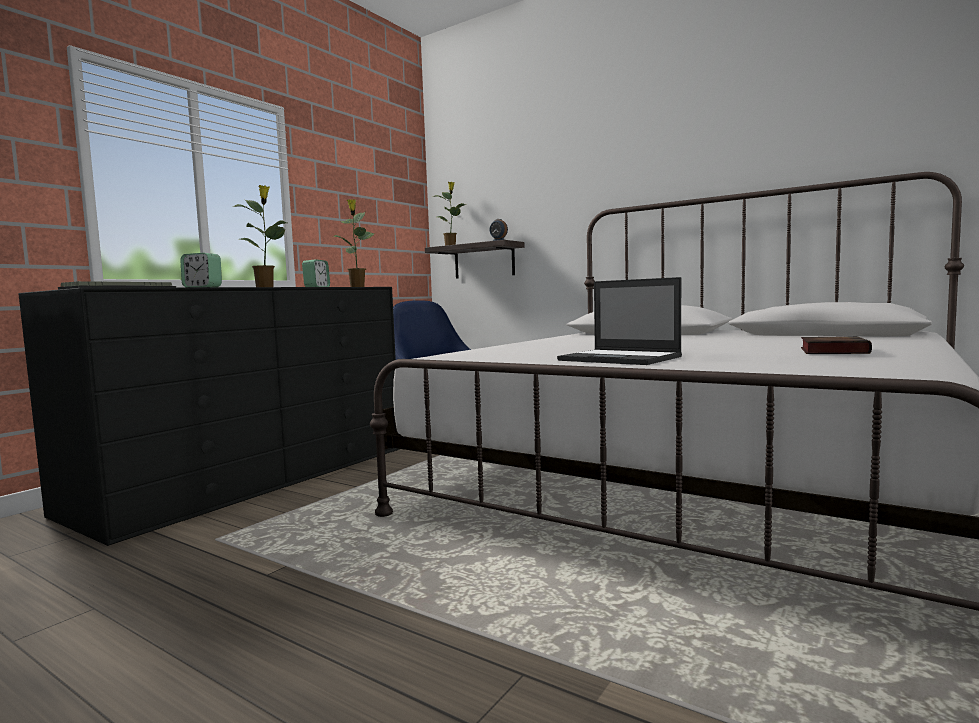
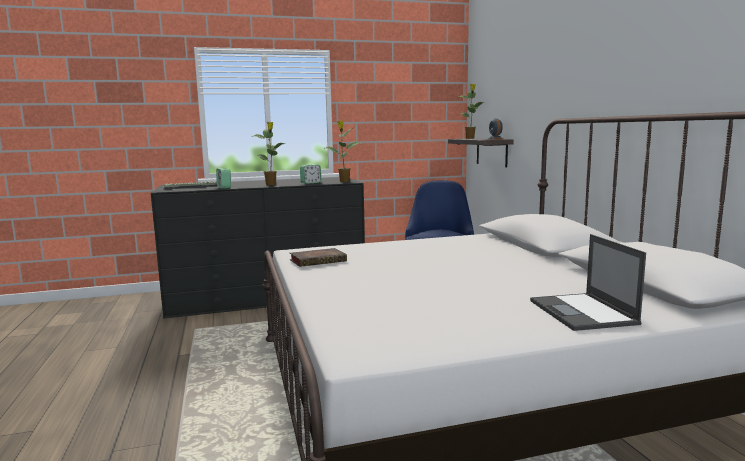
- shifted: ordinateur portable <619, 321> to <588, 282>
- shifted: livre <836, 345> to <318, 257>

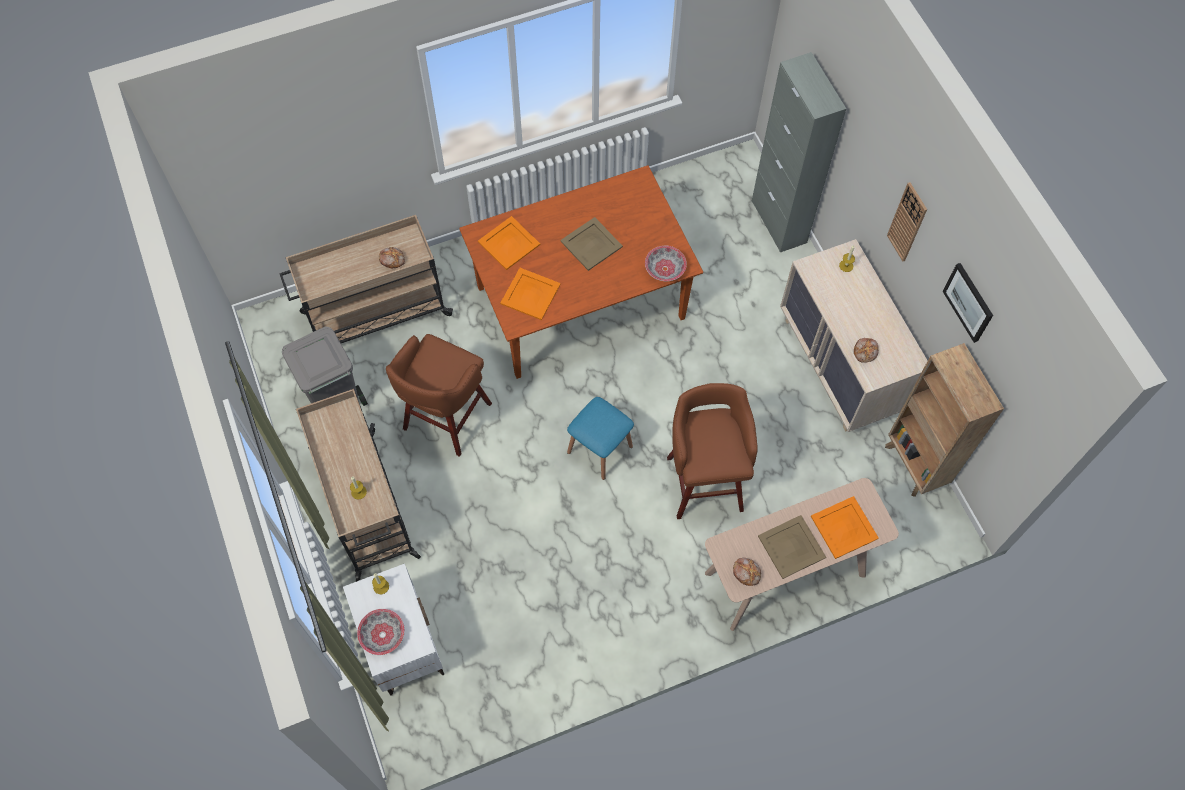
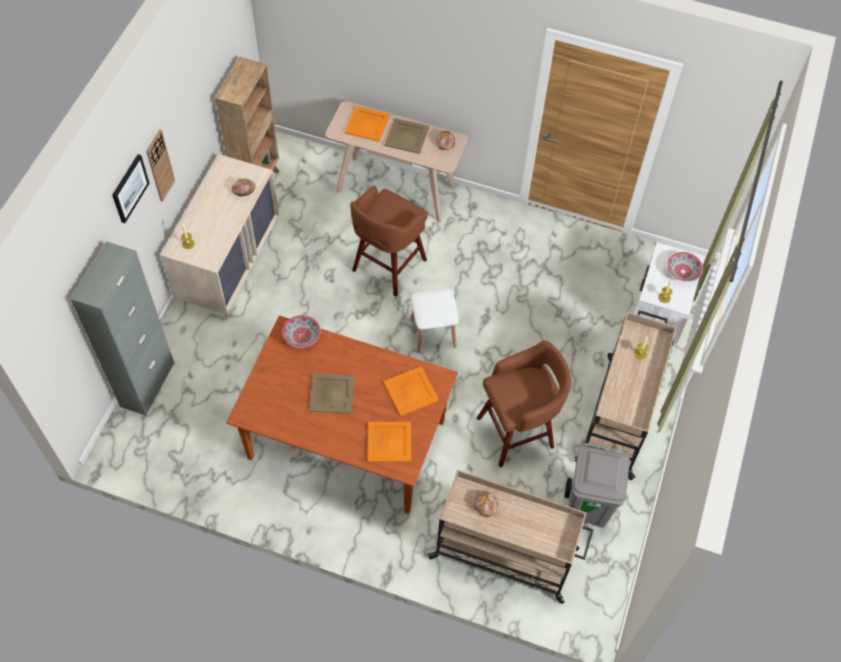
- shifted: tableau <968, 303> to <131, 188>
- repainted: tabouret/bleu <600, 438> to tabouret/blanc <434, 320>

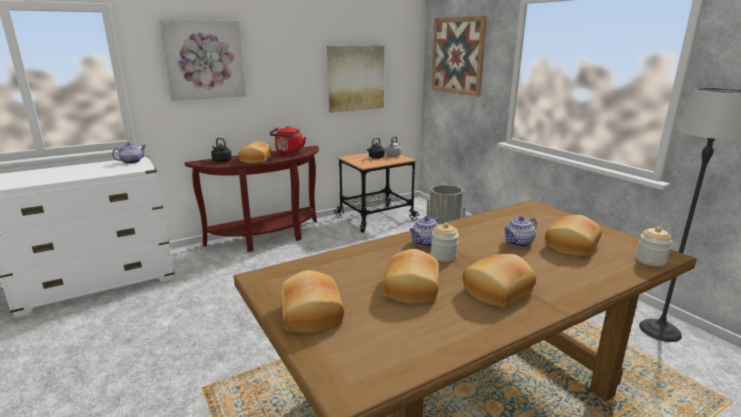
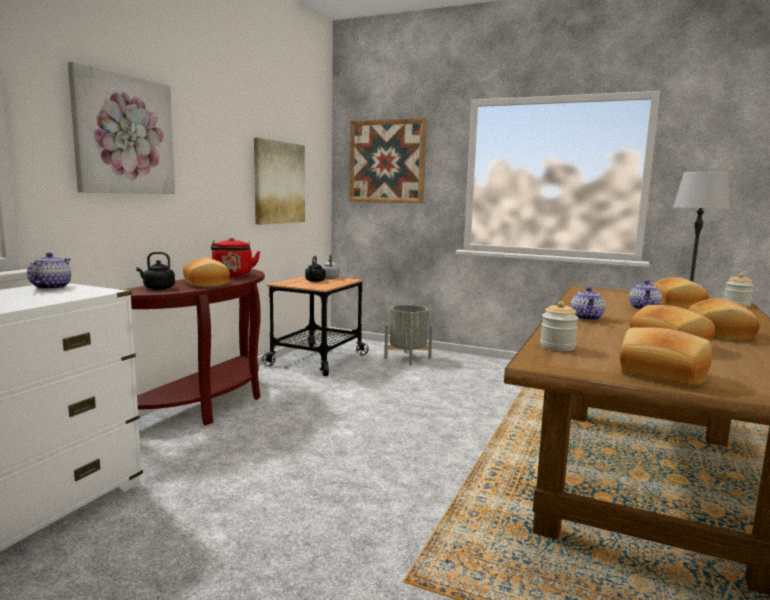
- shifted: bocal <445, 242> to <559, 326>

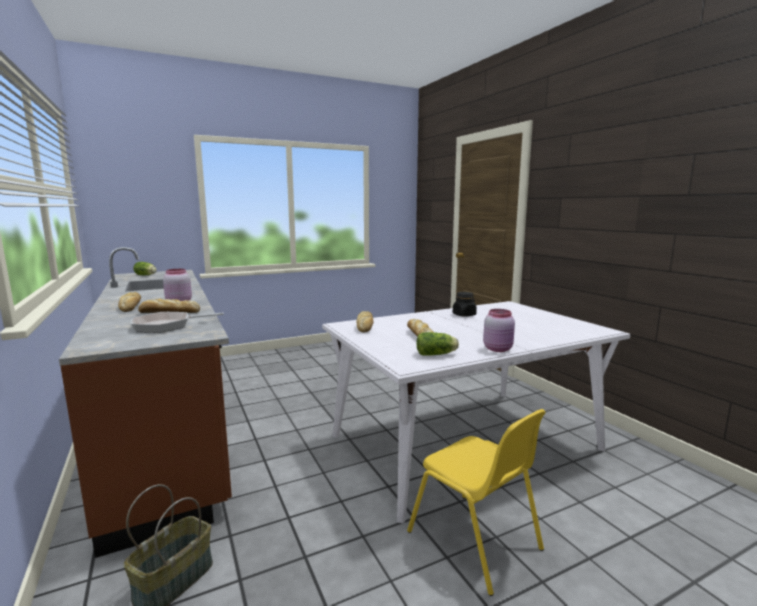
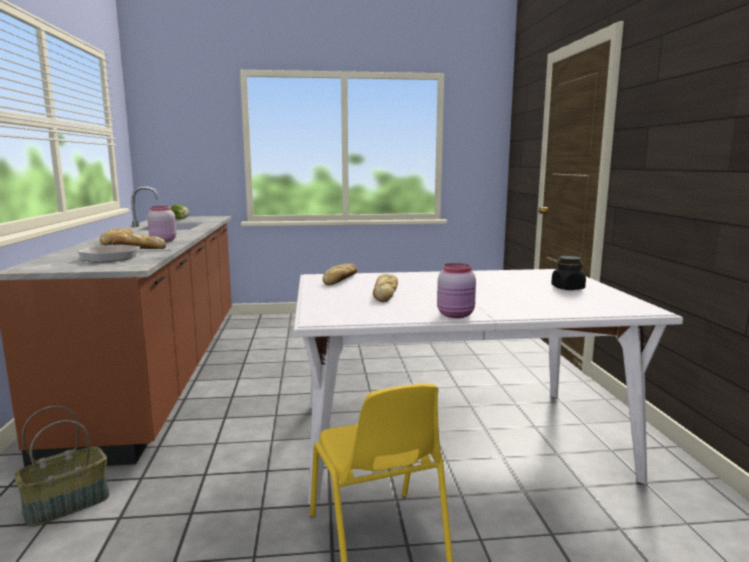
- gone: laitue <438, 344>
- shifted: bocal/noir <465, 304> to <568, 273>

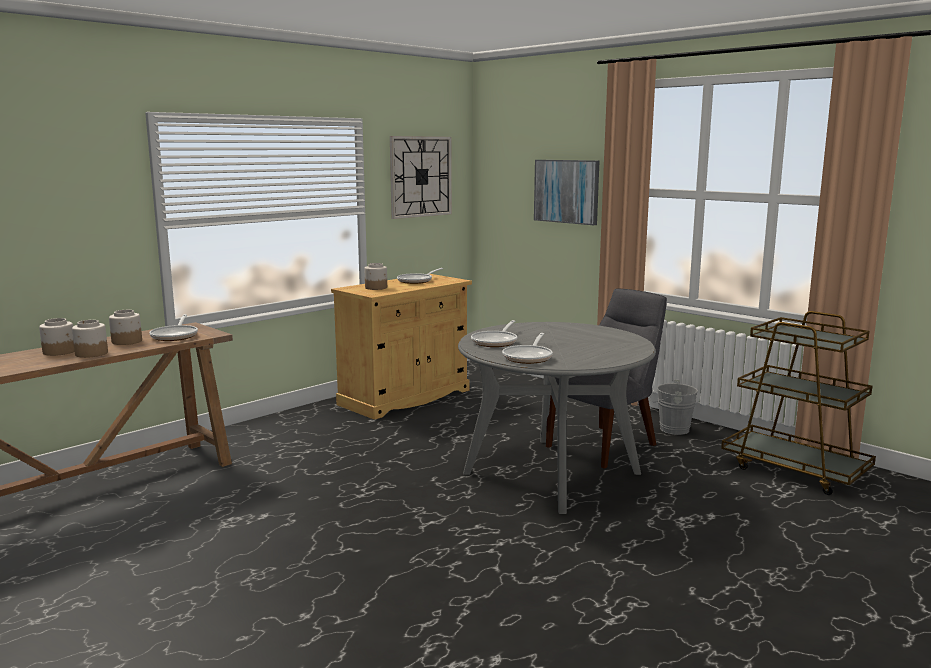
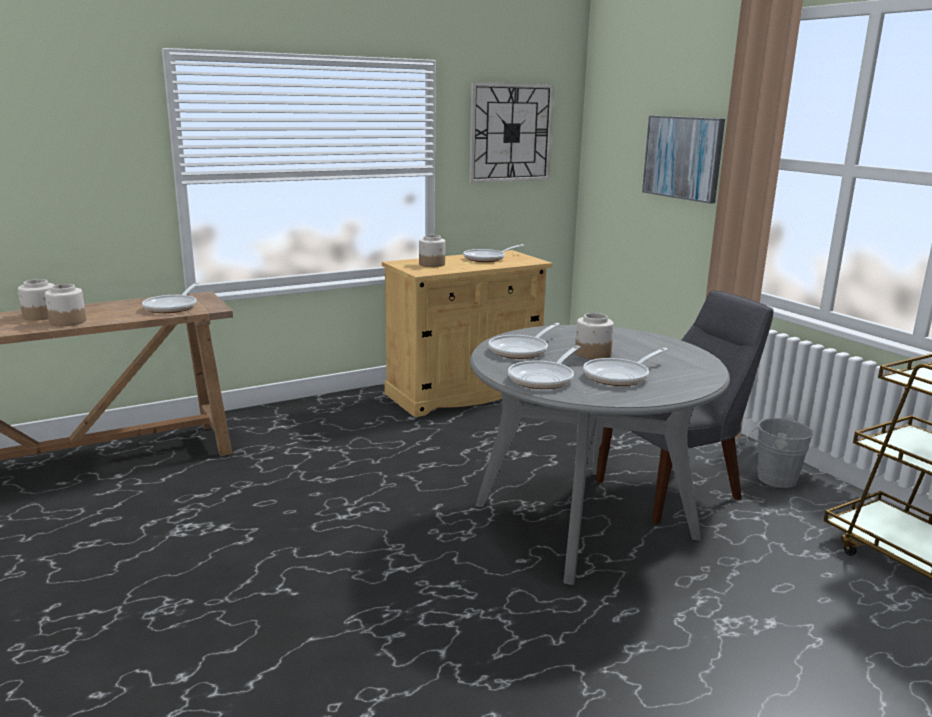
- new: poêle <625, 367>
- shifted: bocal <125, 327> to <594, 336>

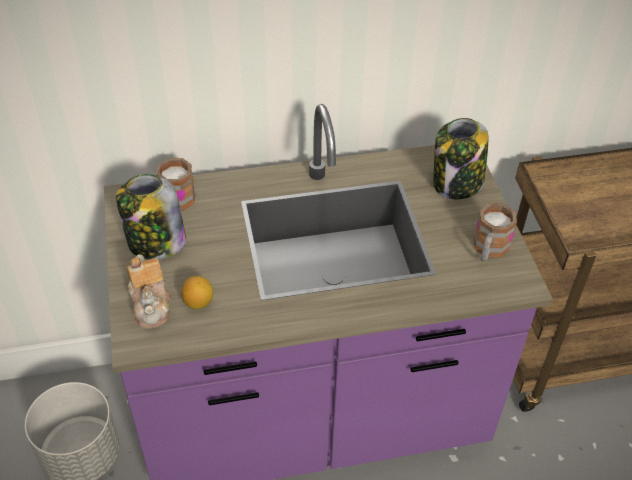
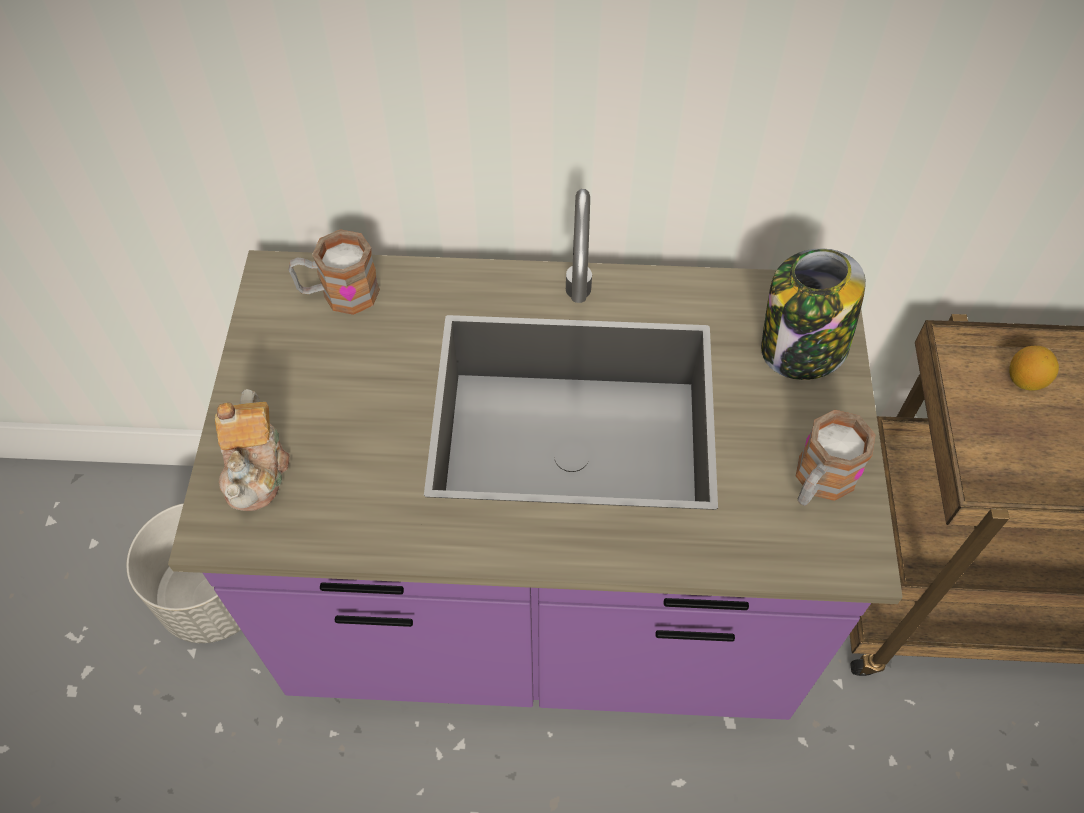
- gone: bocal <151, 216>
- shifted: citron <197, 292> to <1034, 368>

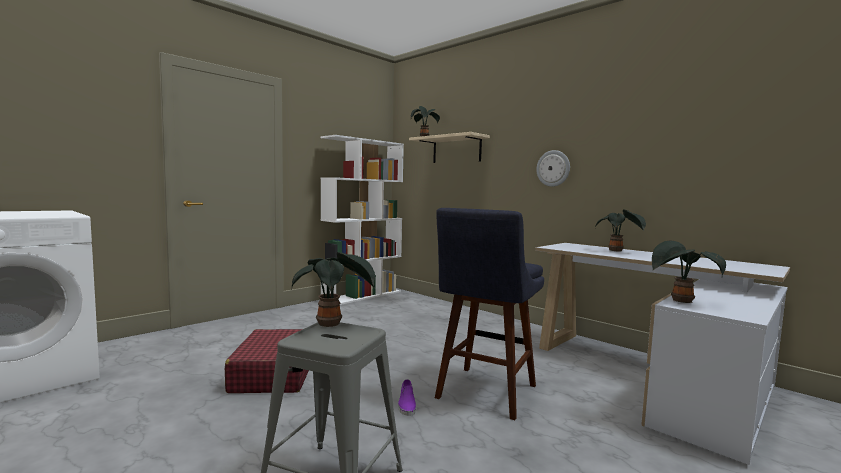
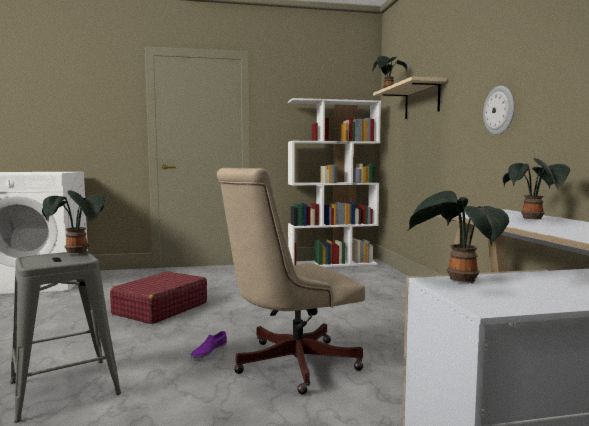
- swapped: tabouret/bleu <489, 314> to chaise de bureau/beige <291, 281>

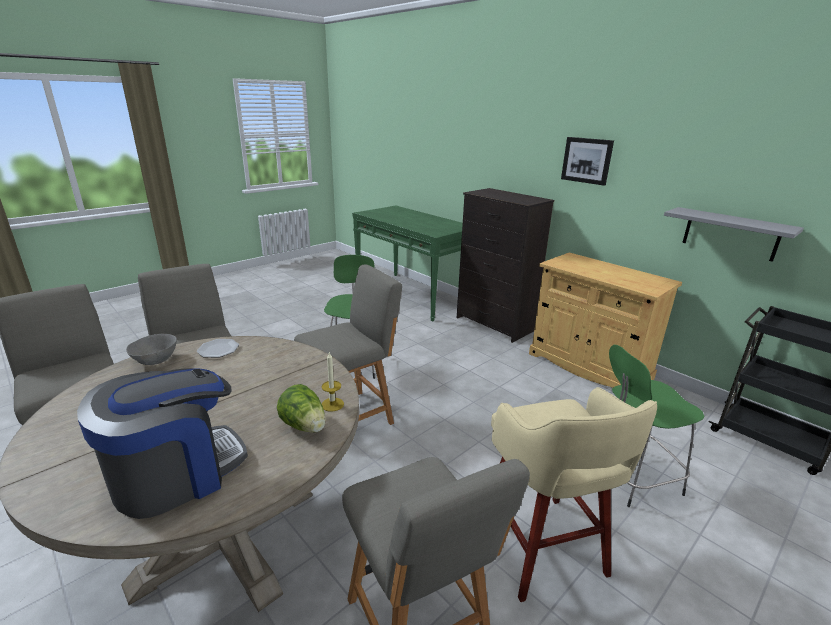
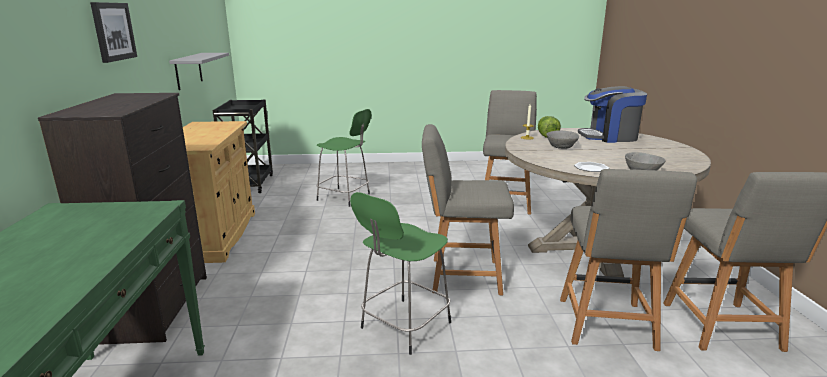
- gone: tabouret/beige <574, 494>
- new: bol/gris <563, 139>

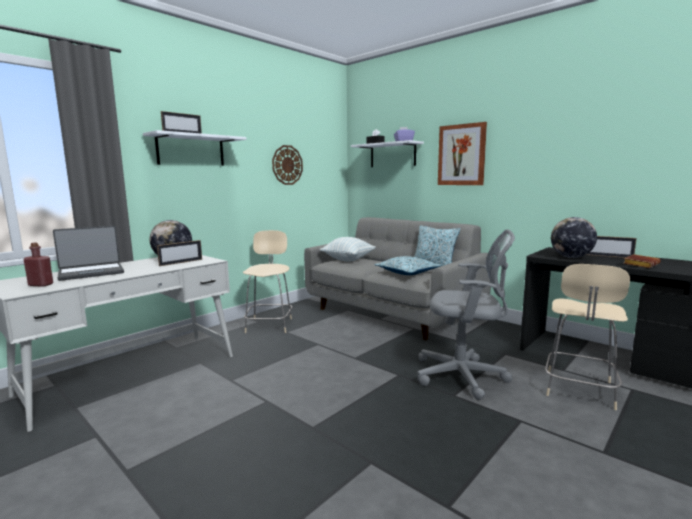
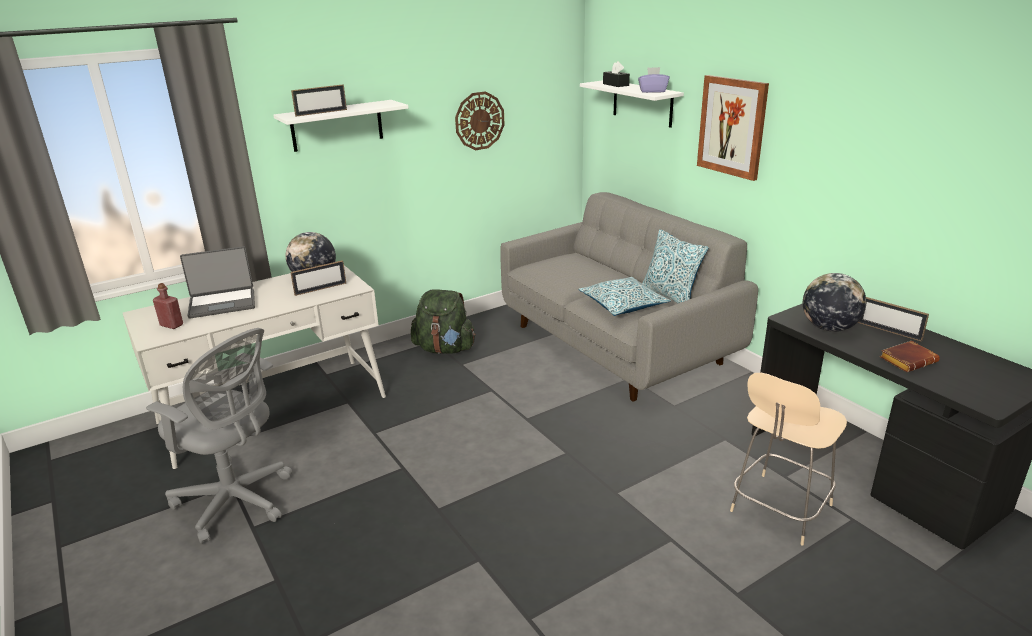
- gone: coussin <348, 249>
- shifted: chaise de bureau/gris <466, 314> to <219, 436>
- swapped: tabouret/beige <267, 281> to sac à dos/vert <443, 321>

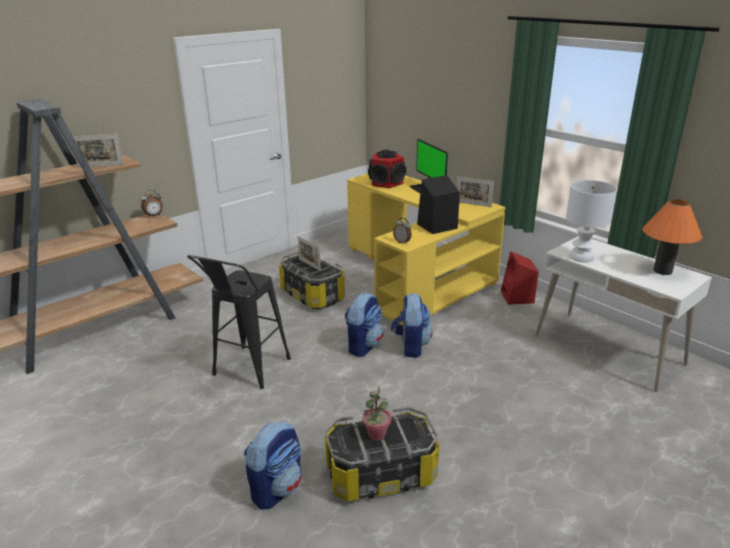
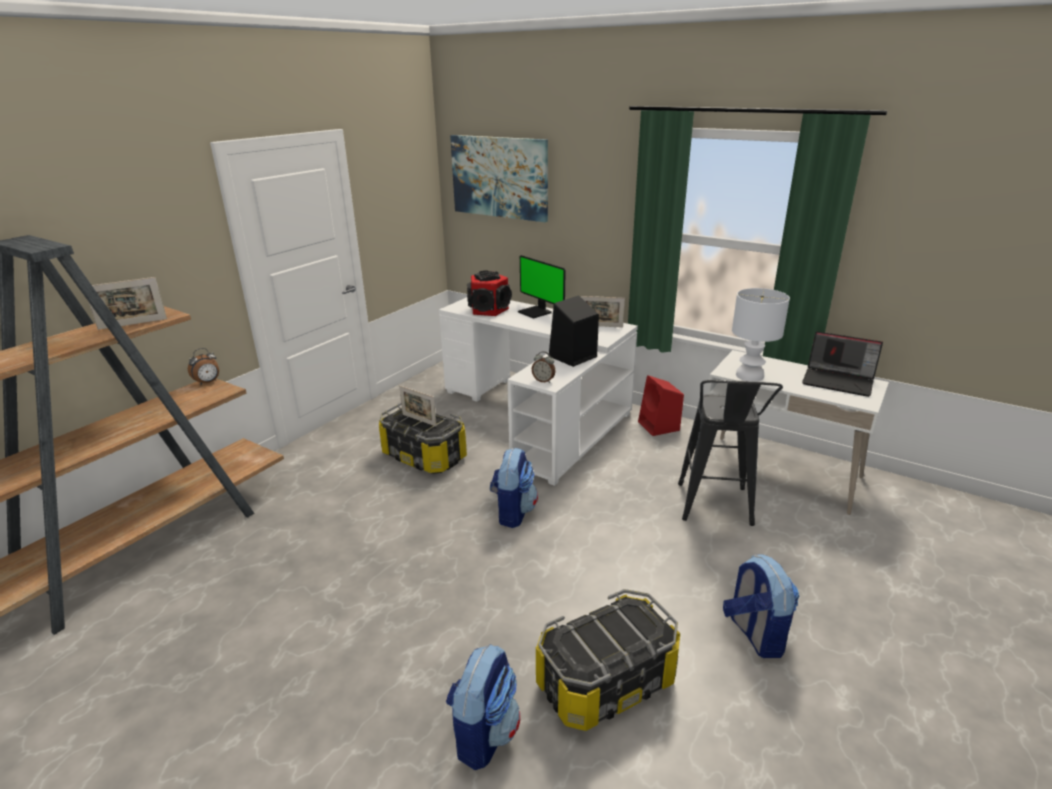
- gone: plante en pot <377, 413>
- new: tableau <499, 178>
- shifted: tabouret/noir <239, 322> to <730, 453>
- shifted: sac à dos <411, 325> to <761, 606>
- swapped: lampe de table/orange <672, 237> to ordinateur portable <842, 364>
- repainted: bureau/jaune <426, 249> to bureau/blanc <538, 391>

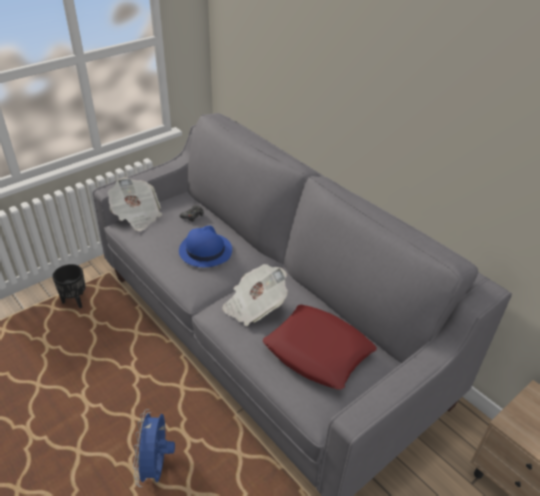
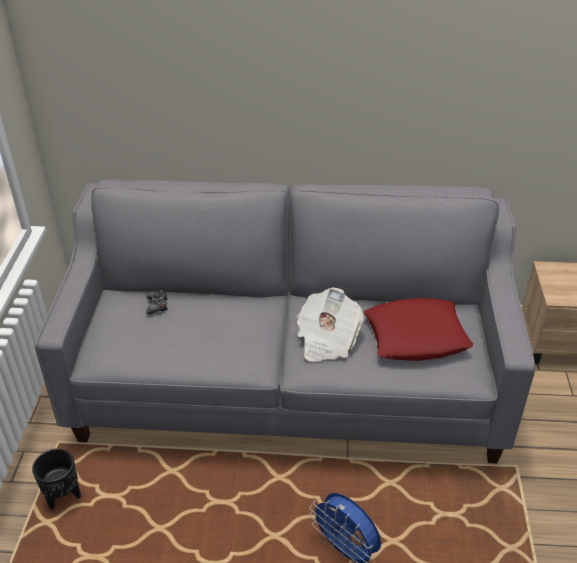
- gone: journal <135, 204>
- gone: chapeau/bleu <205, 246>

